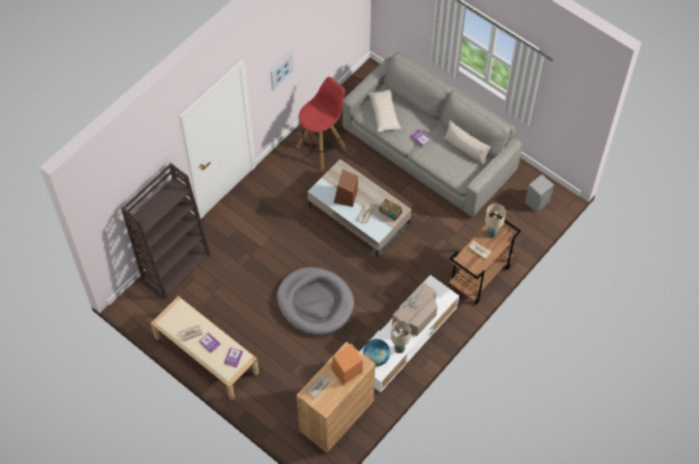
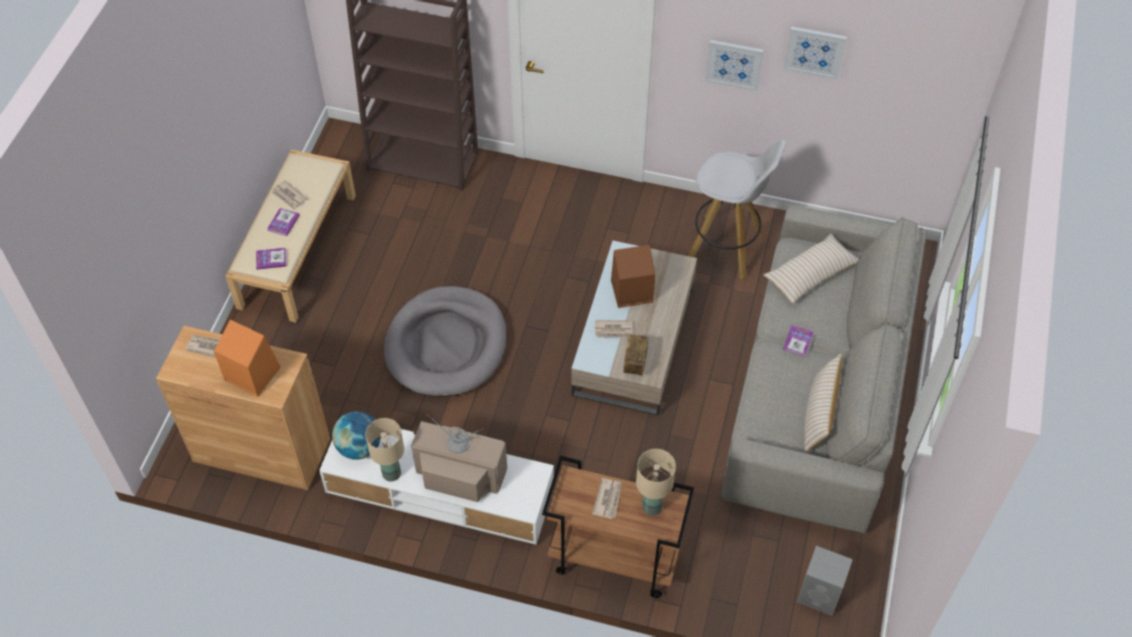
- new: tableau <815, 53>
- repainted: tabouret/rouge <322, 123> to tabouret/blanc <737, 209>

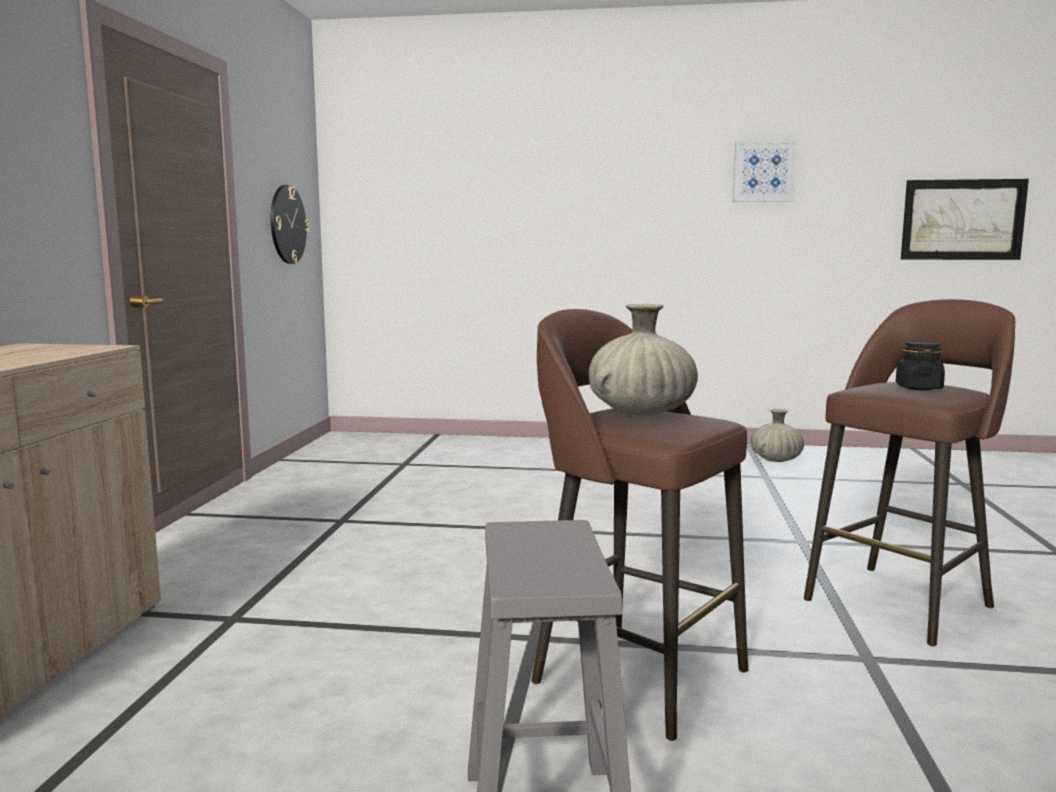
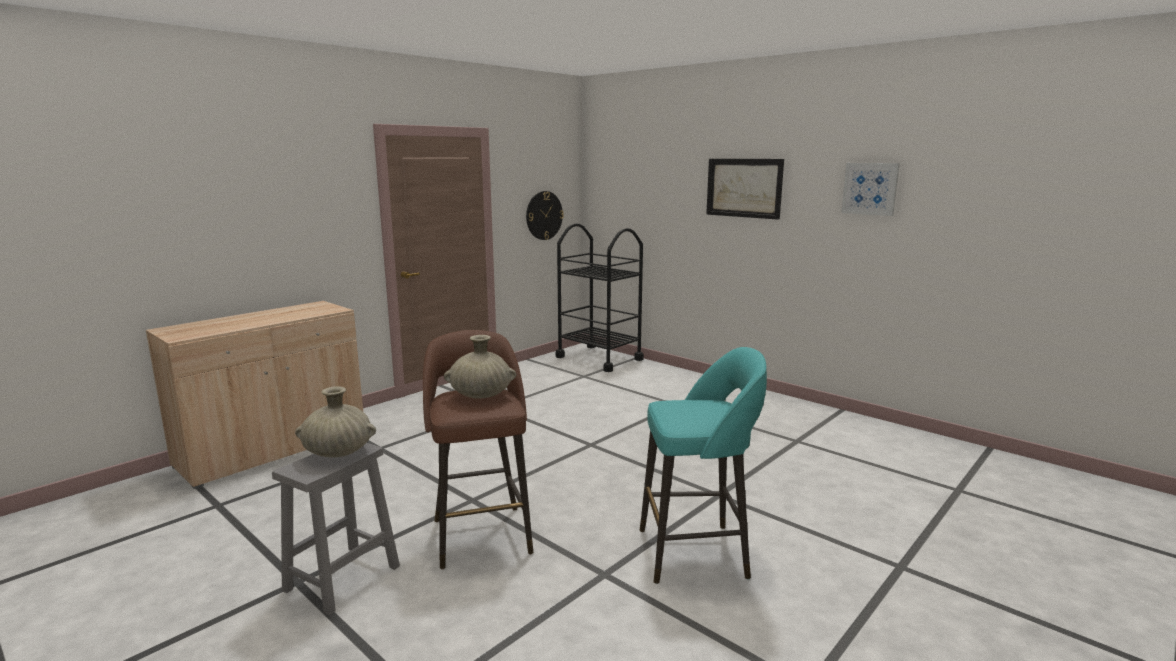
- gone: bocal/noir <920, 365>
- new: chariot/noir <600, 297>
- shifted: vase/beige <777, 435> to <335, 422>
- shifted: tableau <965, 219> to <745, 189>
- repainted: tabouret/marron <909, 473> to tabouret/turquoise <703, 465>

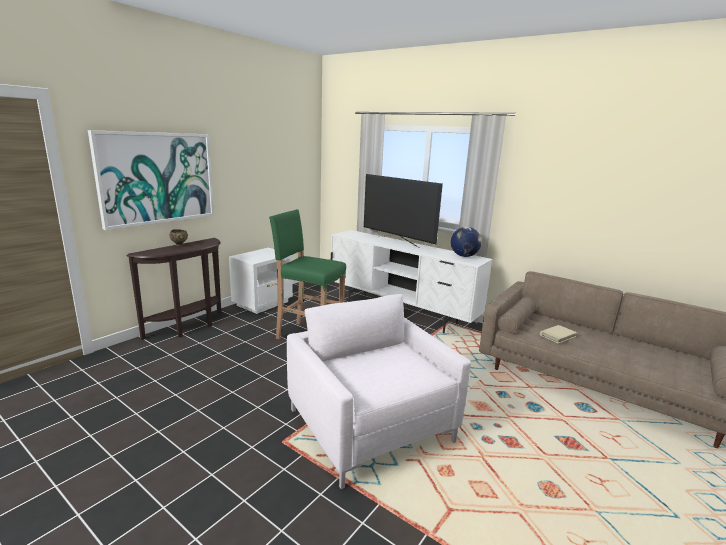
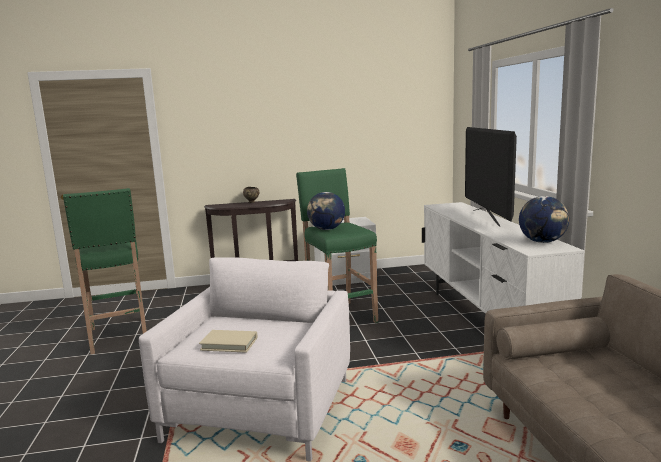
- gone: tableau <151, 180>
- new: tabouret/vert <105, 271>
- new: globe <326, 211>
- shifted: livre/beige <558, 334> to <228, 341>

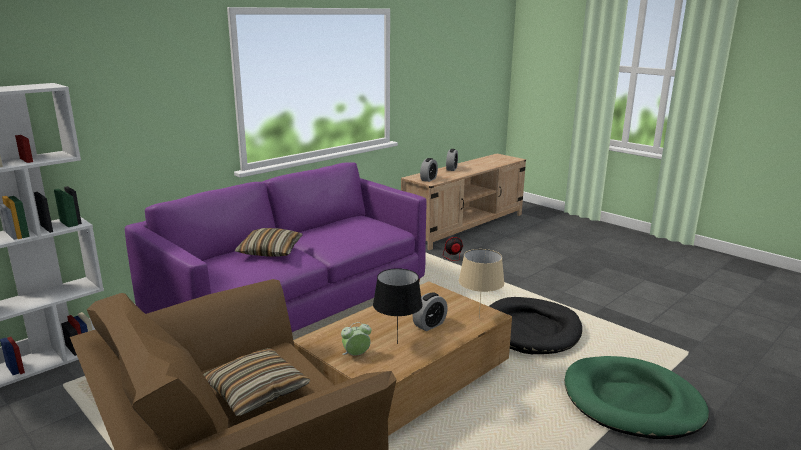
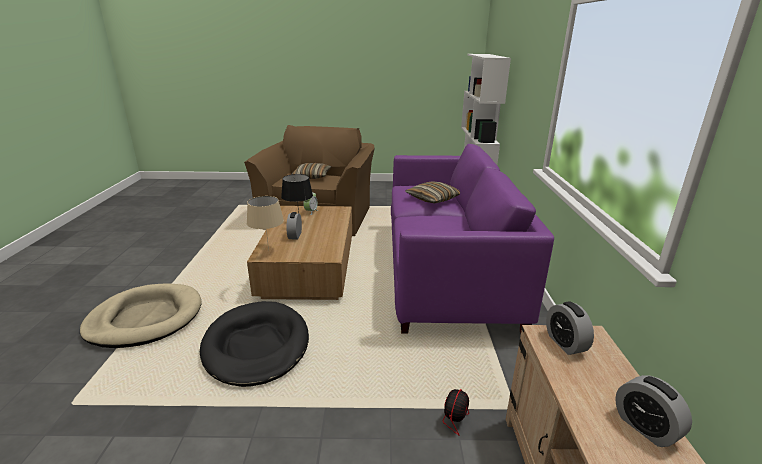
- repainted: panier pour chien/vert <637, 397> to panier pour chien/beige <141, 315>

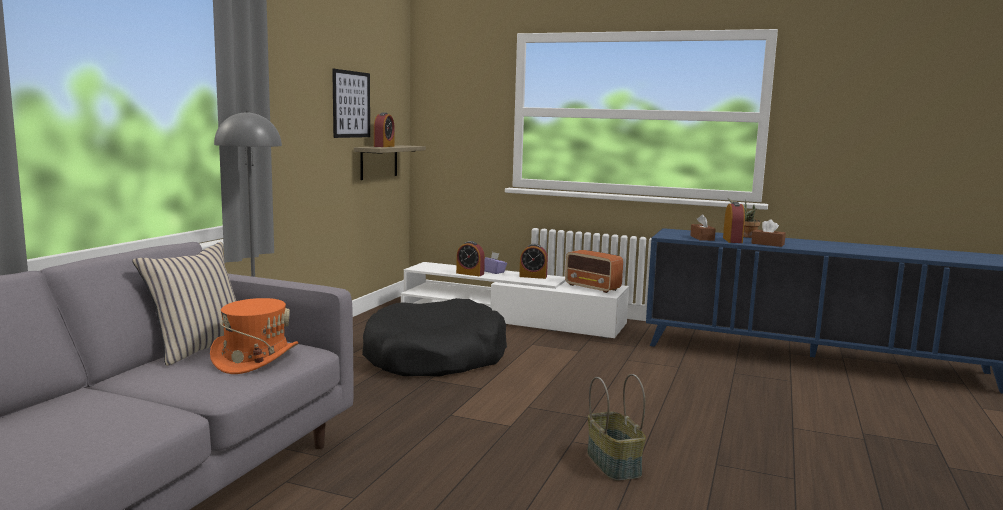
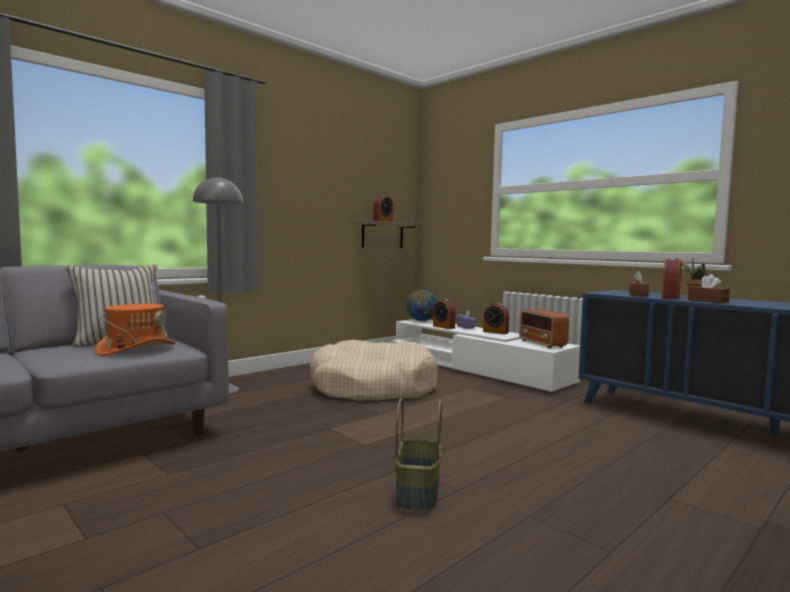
- gone: tableau <351, 103>
- new: globe <421, 305>
- repainted: panier pour chien/noir <434, 337> to panier pour chien/beige <374, 370>

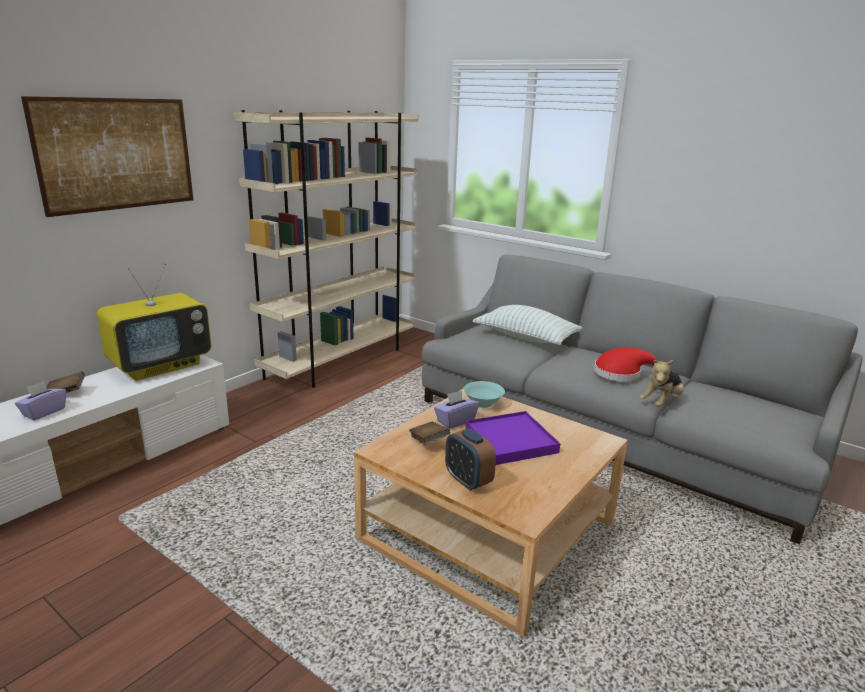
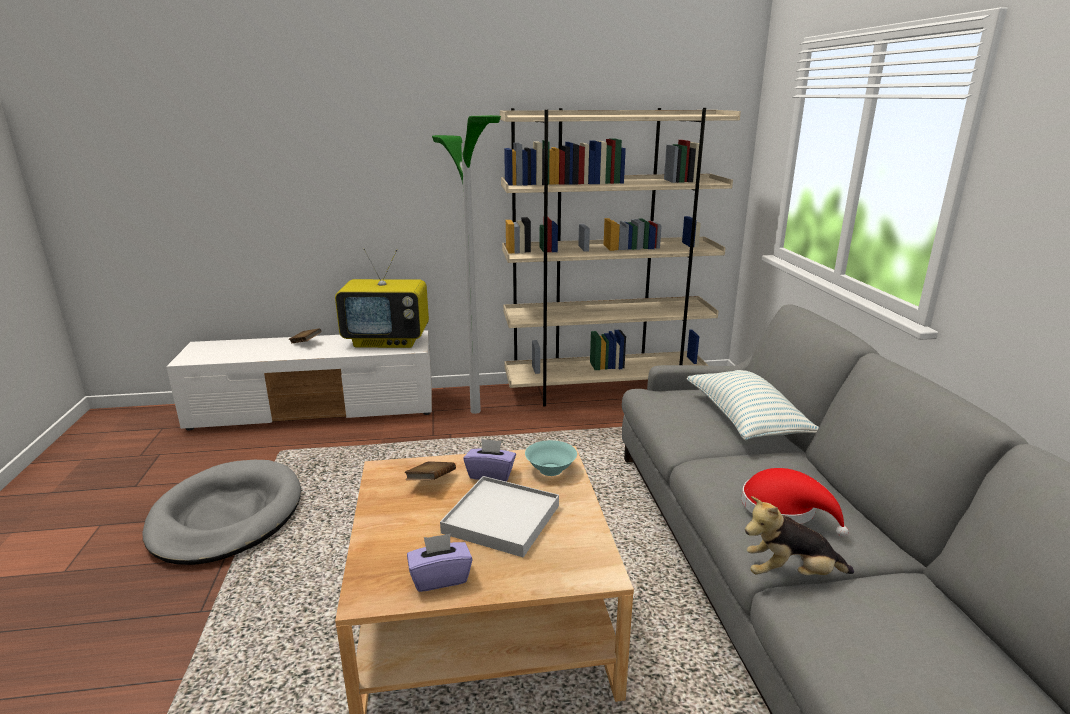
- gone: tableau <107, 156>
- gone: réveil <470, 460>
- new: panier pour chien/gris <222, 512>
- new: lampadaire <466, 264>
- shifted: boîte à mouchoirs/violet <40, 400> to <439, 563>
- repainted: plateau/violet <513, 438> to plateau/blanc <499, 516>

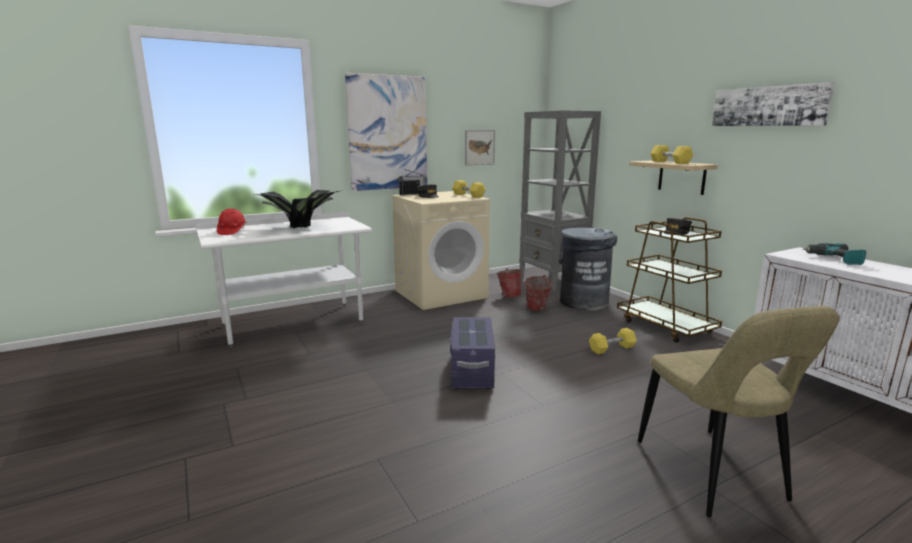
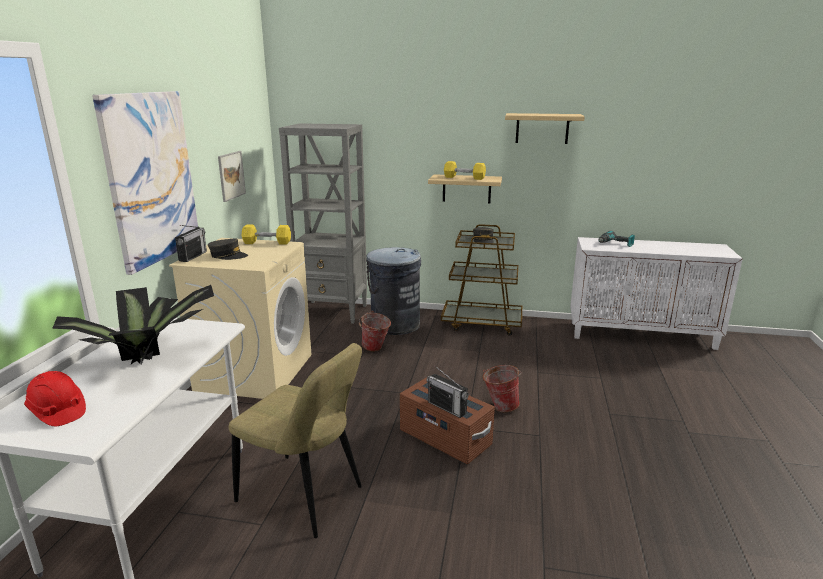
- gone: haltère/jaune <613, 341>
- new: radio <447, 392>
- shifted: seau <510, 283> to <502, 388>
- shifted: chaise/beige <739, 411> to <295, 440>
- swapped: tableau <773, 104> to étagère <545, 128>
- repainted: boîte de rangement/violet <473, 353> to boîte de rangement/marron <447, 421>

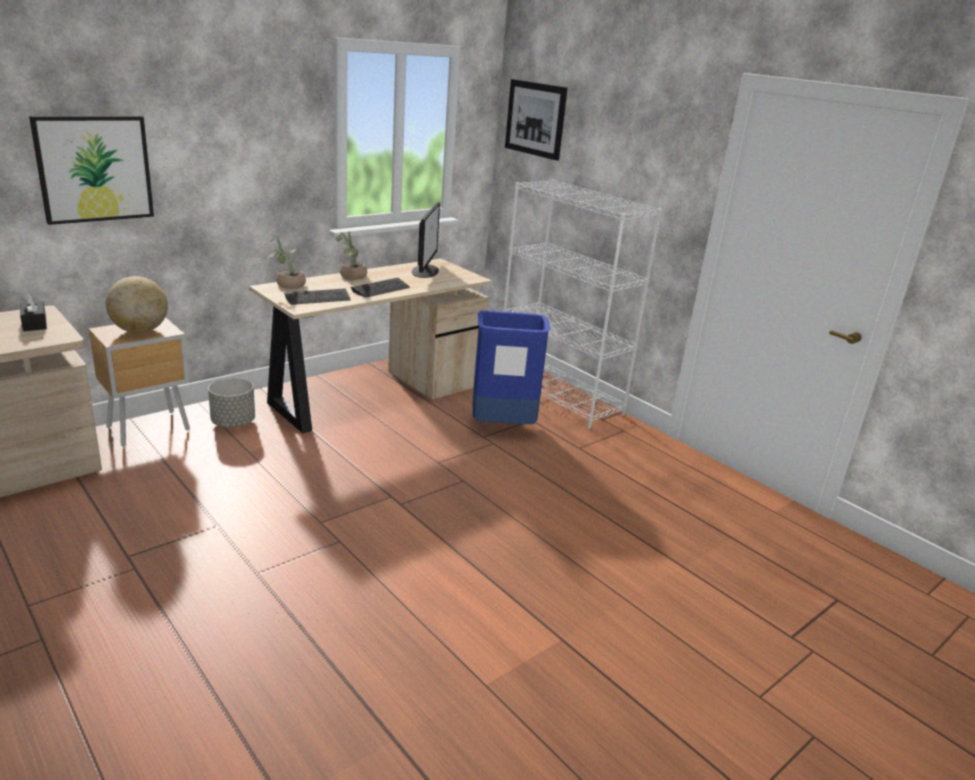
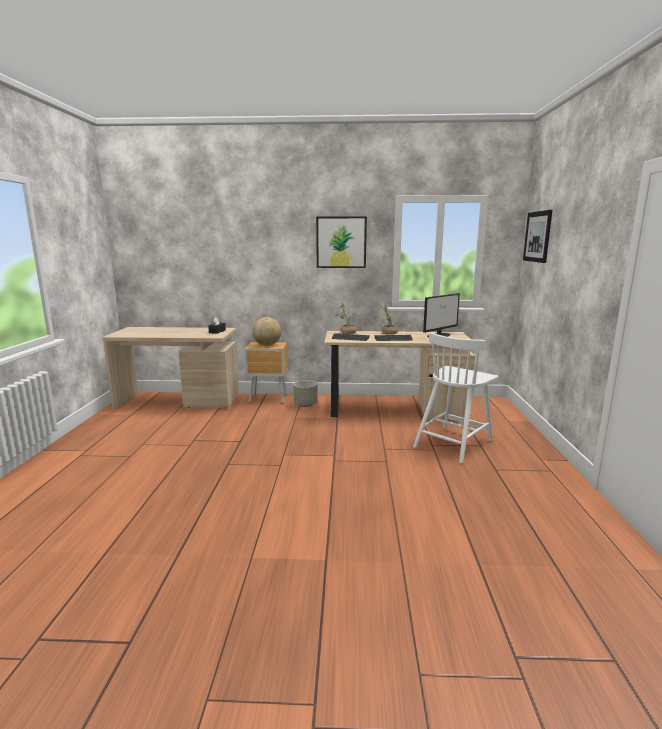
- gone: bibliothèque/blanc <582, 304>
- shifted: tableau <91, 170> to <341, 242>
- swapped: poubelle/bleu <511, 367> to chaise/blanc <455, 397>

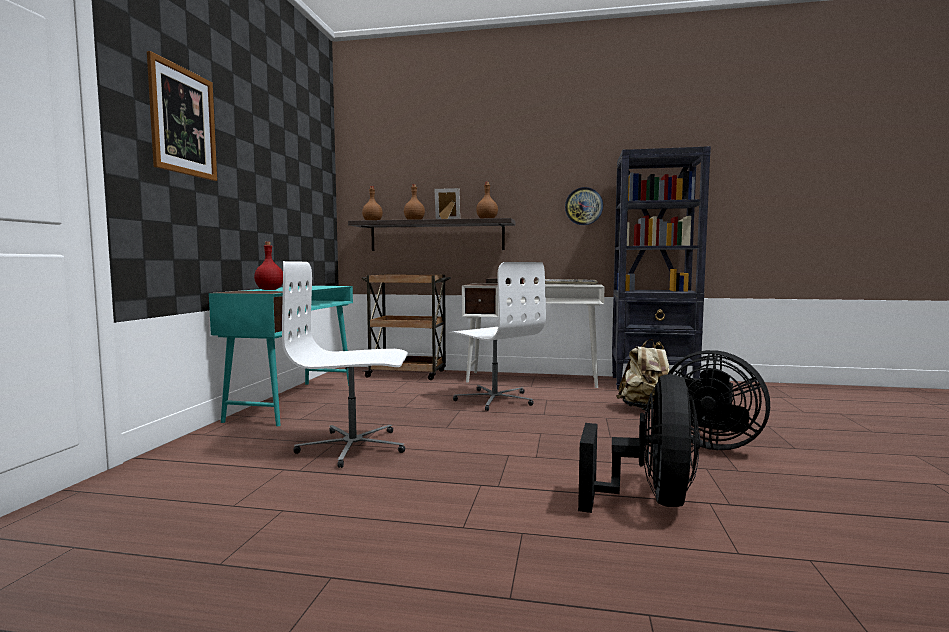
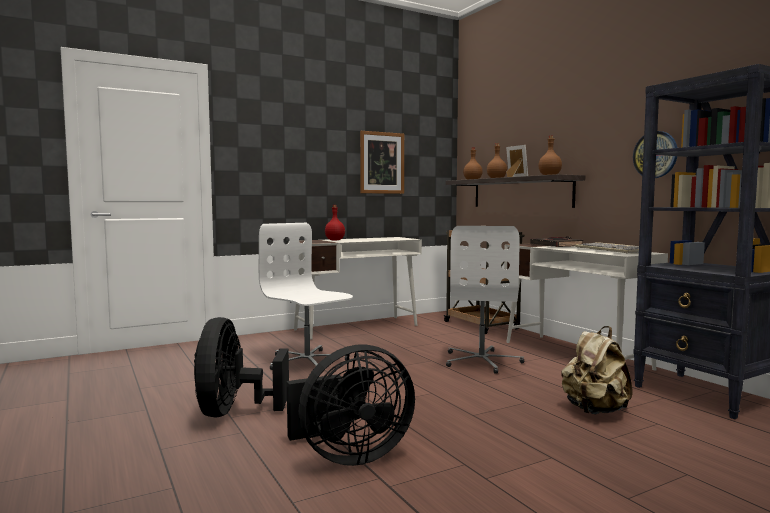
- shifted: tableau <182, 116> to <382, 162>
- shifted: ventilateur/noir <718, 400> to <241, 367>
- repainted: bureau/turquoise <281, 356> to bureau/blanc <358, 288>

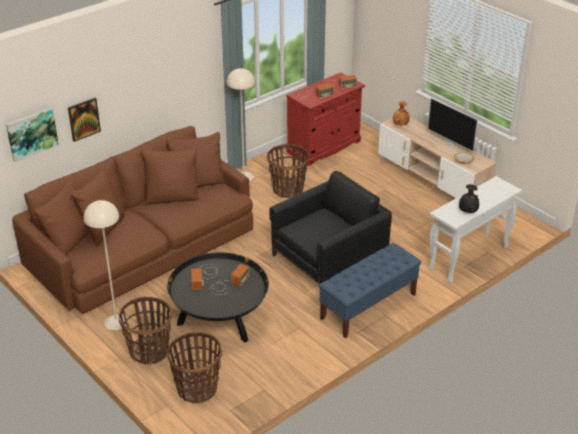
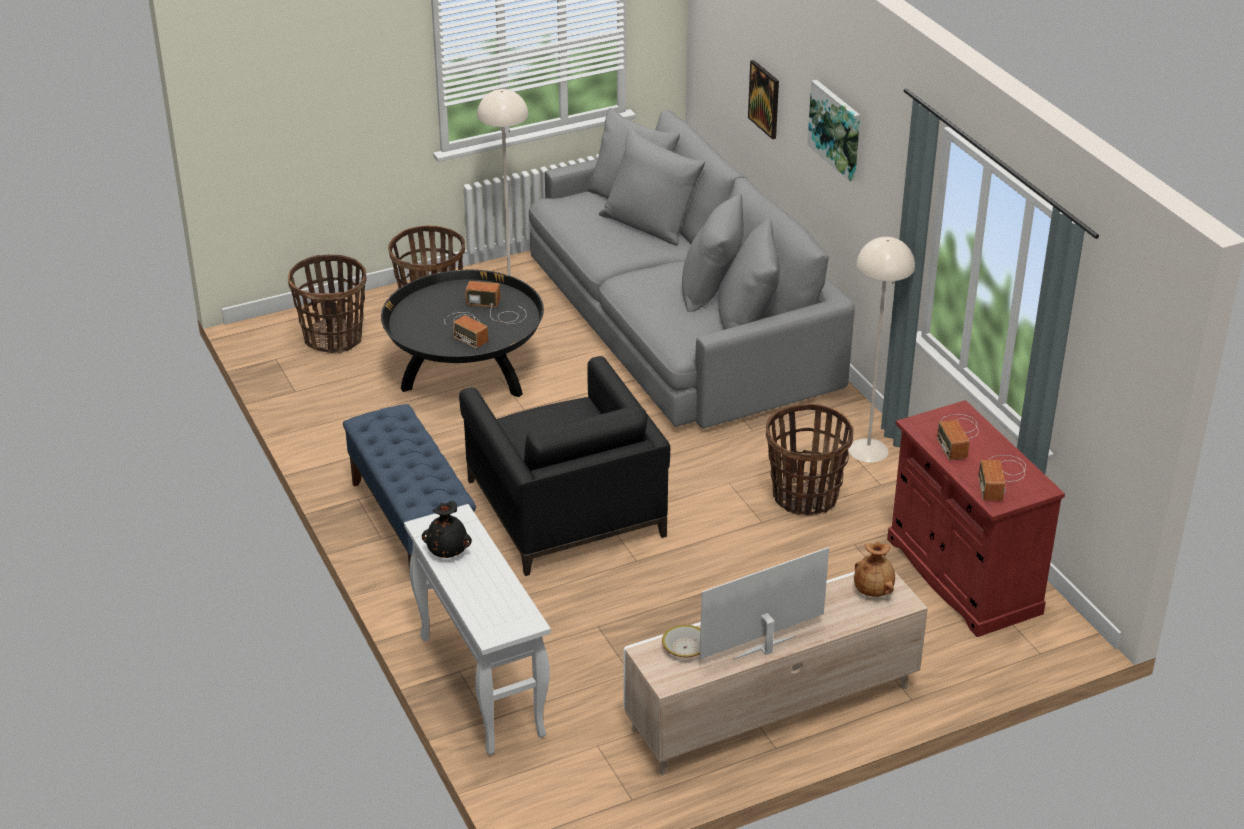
- shifted: tableau <32, 135> to <833, 130>
- repainted: canapé/marron <132, 220> to canapé/gris <692, 268>

